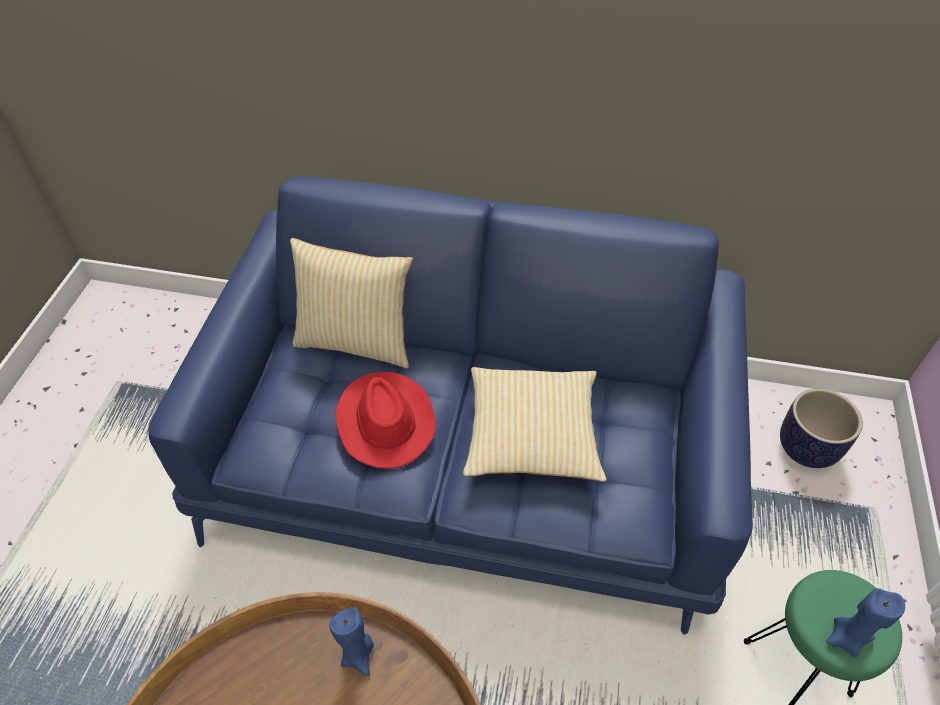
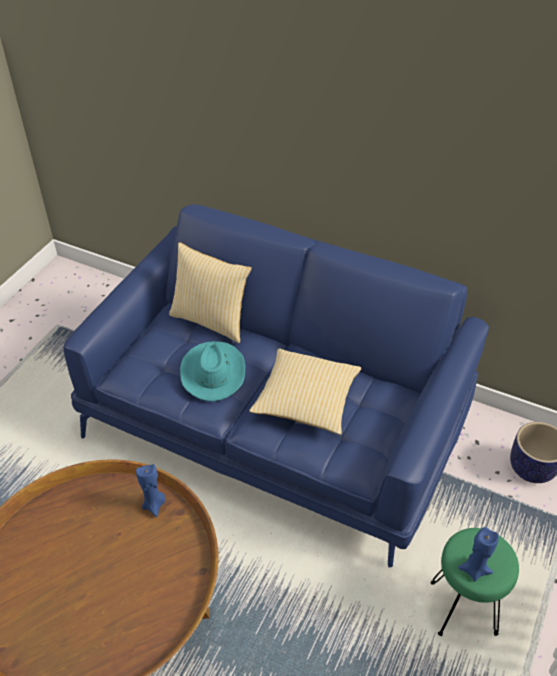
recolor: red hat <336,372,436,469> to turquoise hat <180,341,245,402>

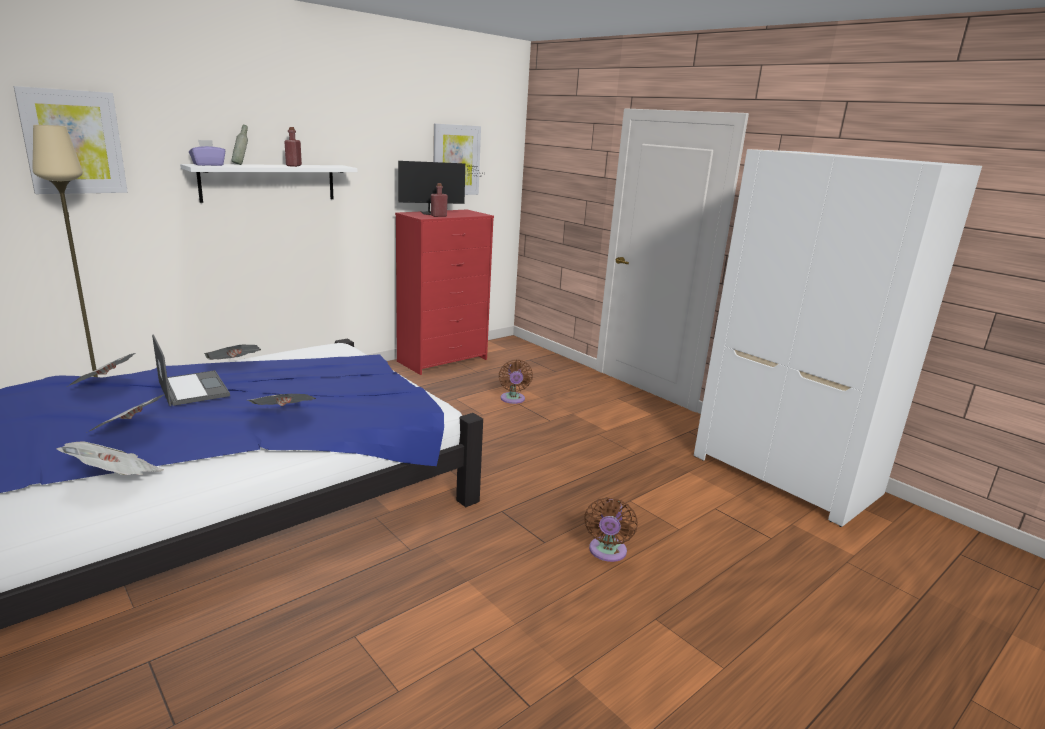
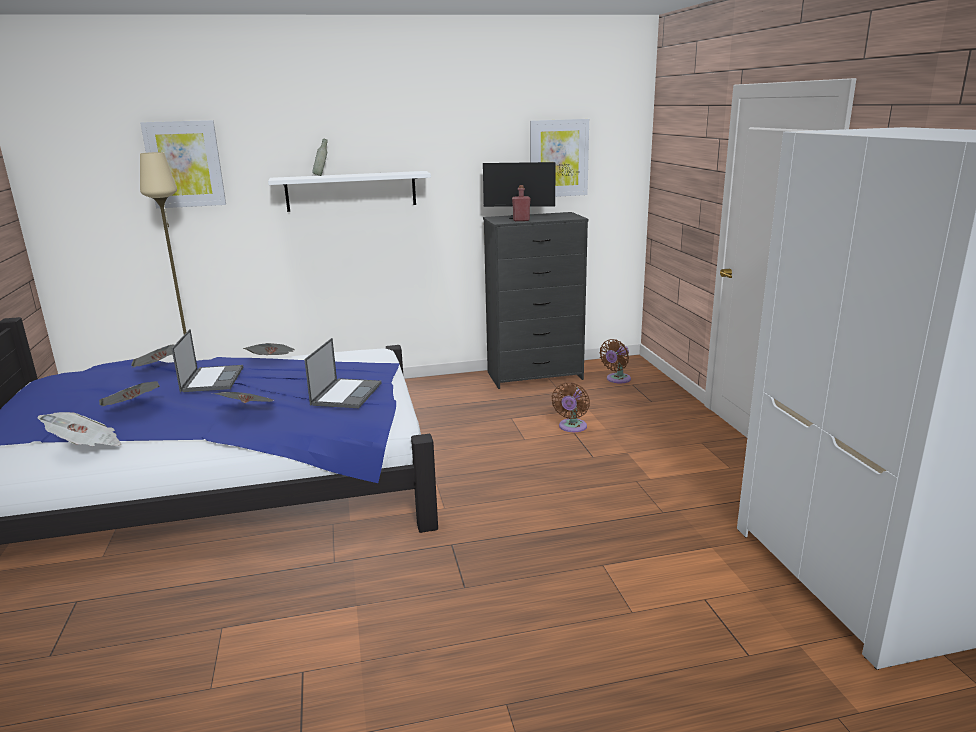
delete: purple tissue box <189,140,225,166>; red bottle <284,127,302,167>
insert: laptop <304,338,381,408>
move: brown fan <585,497,638,562> to <599,339,631,383>
recolor: red dresser <395,210,494,375> to black dresser <483,212,589,389>

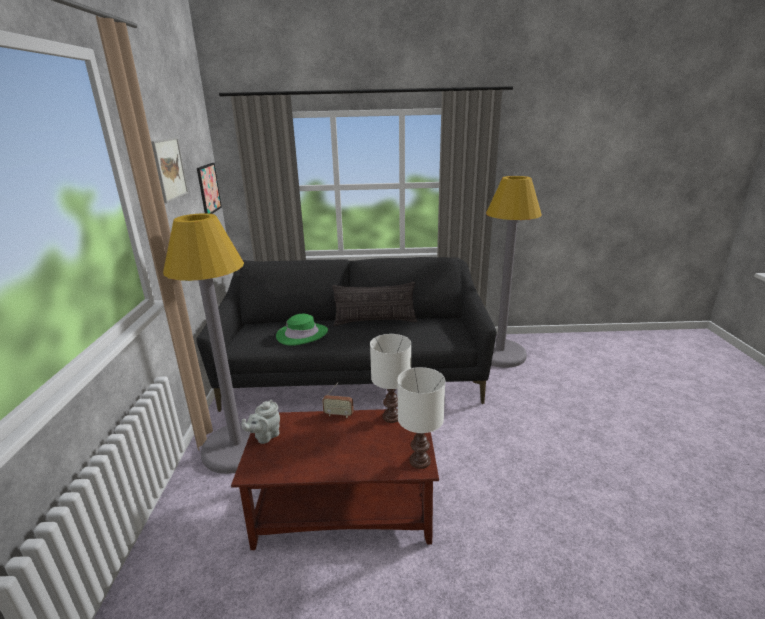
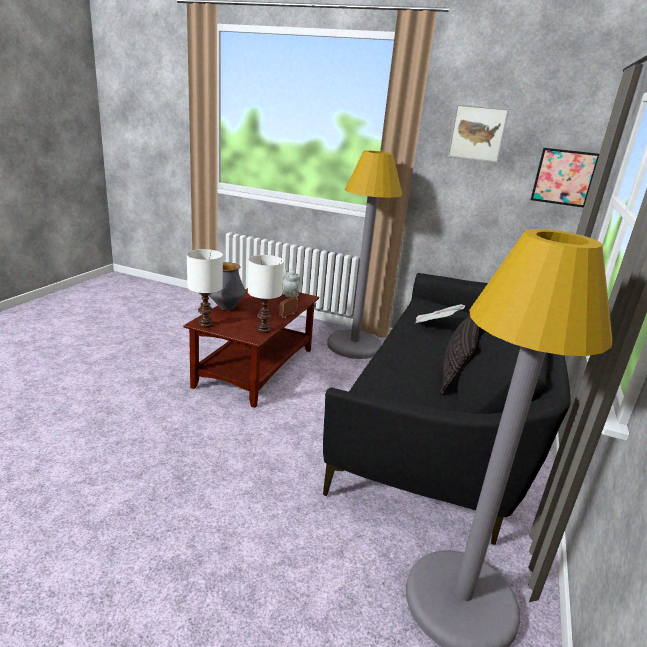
insert: vase <209,262,246,311>
replace: green hat <276,314,328,346> to newspaper <416,304,465,323>

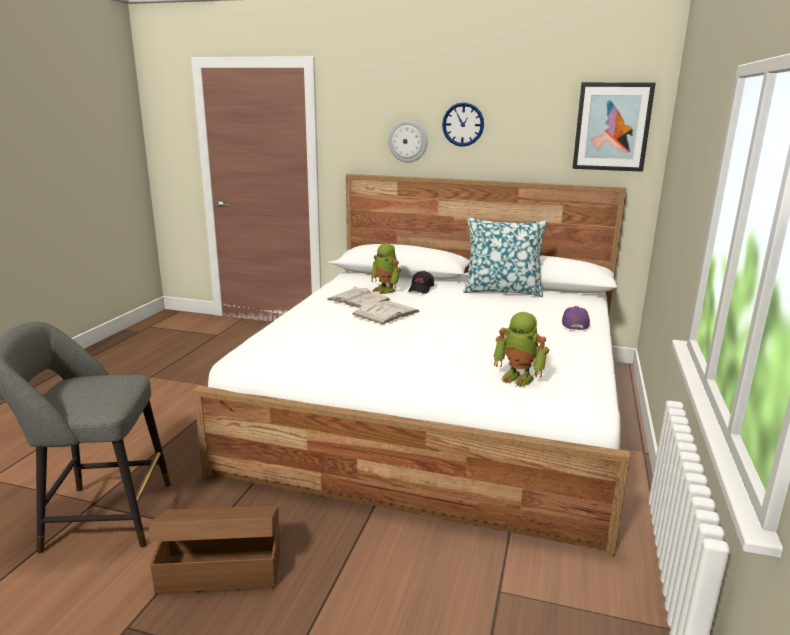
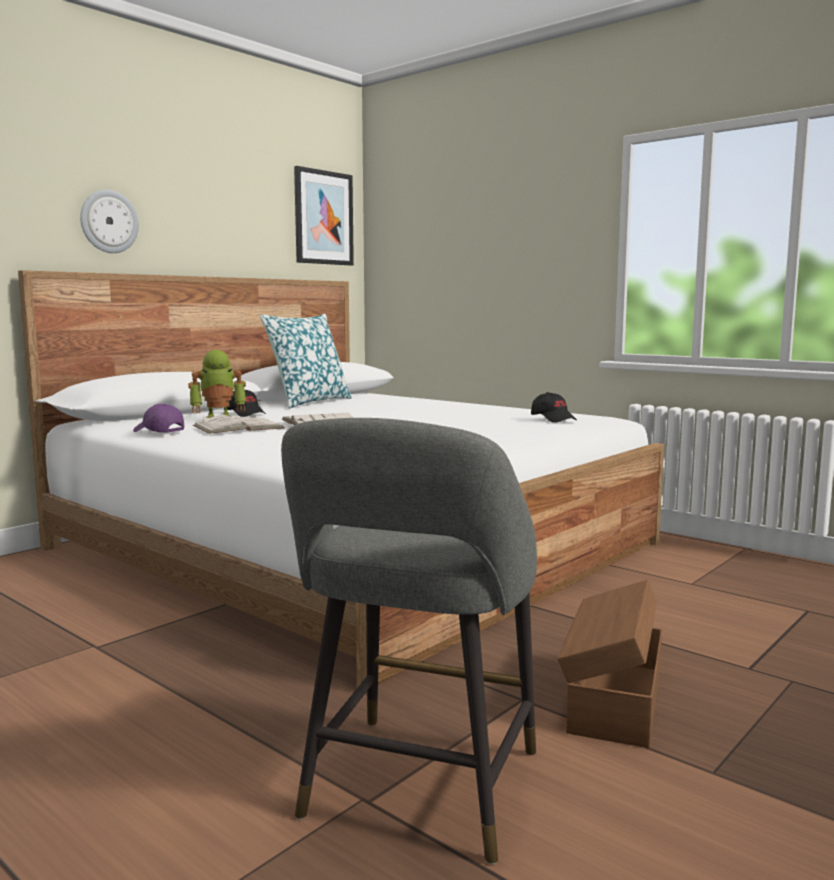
delete: wall clock <442,102,484,147>
move: purple cap <562,306,590,330> to <133,404,184,433>
replace: toy robot <493,312,549,387> to black cap <531,392,577,423>

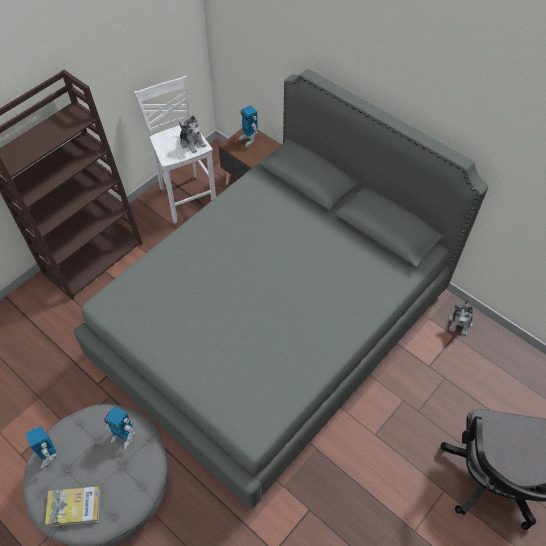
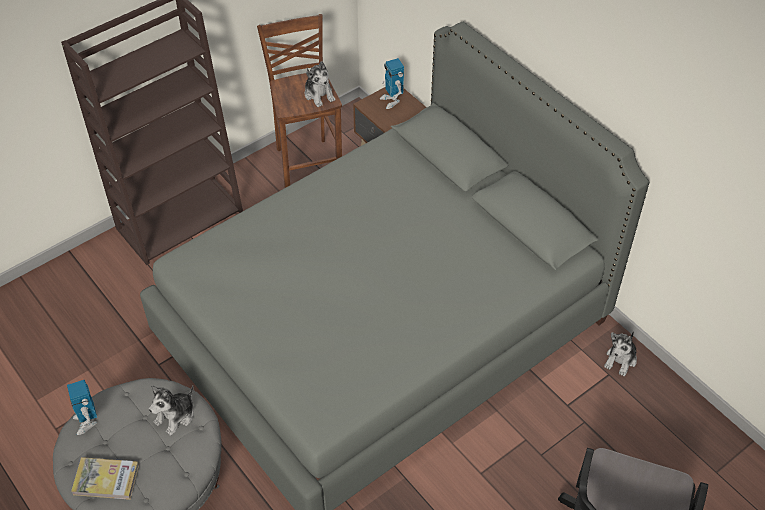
replace: toy robot <103,407,135,451> to plush toy <149,385,194,435>
recolor: white stool <134,76,216,223> to brown stool <257,14,342,188>

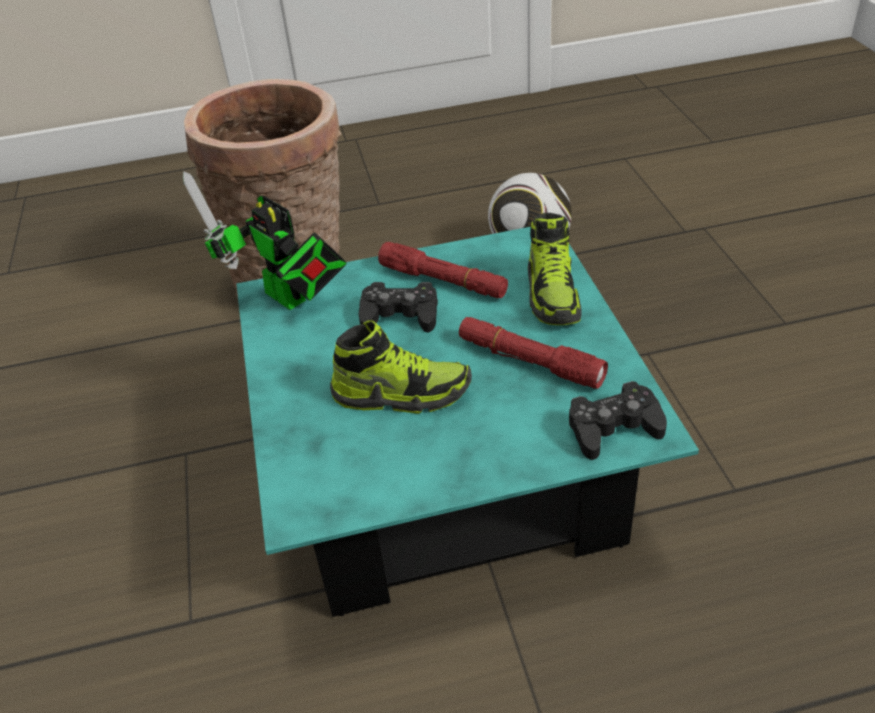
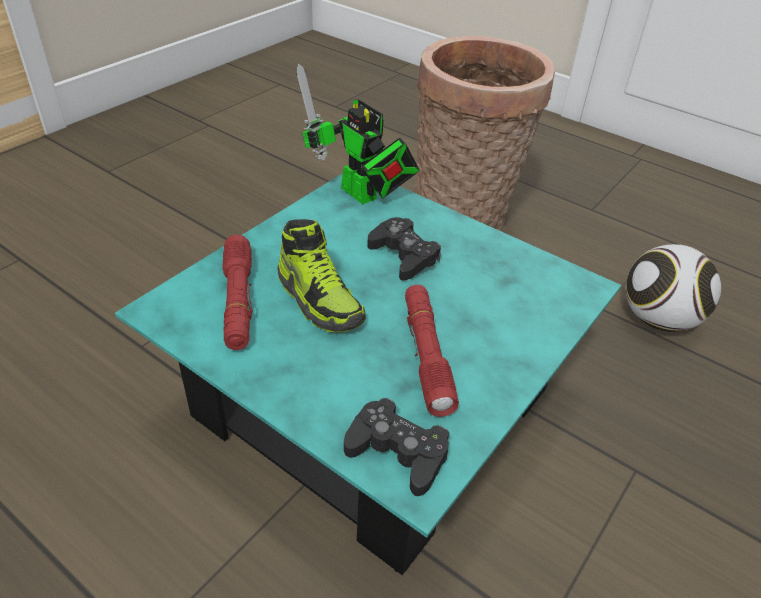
delete: shoe <528,213,582,325>
move: red flashlight <378,242,508,298> to <222,235,253,350>
rotate: toy robot <183,171,346,310> = <296,64,419,204> 45 degrees counterclockwise

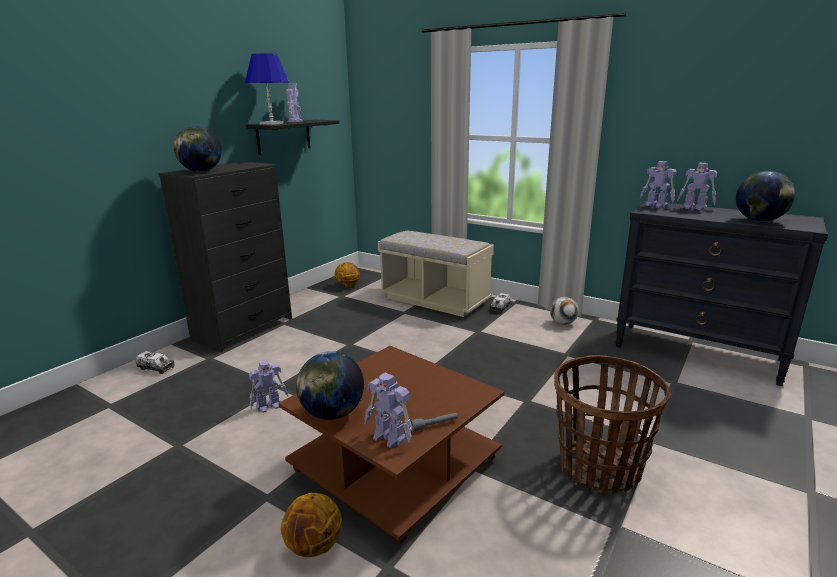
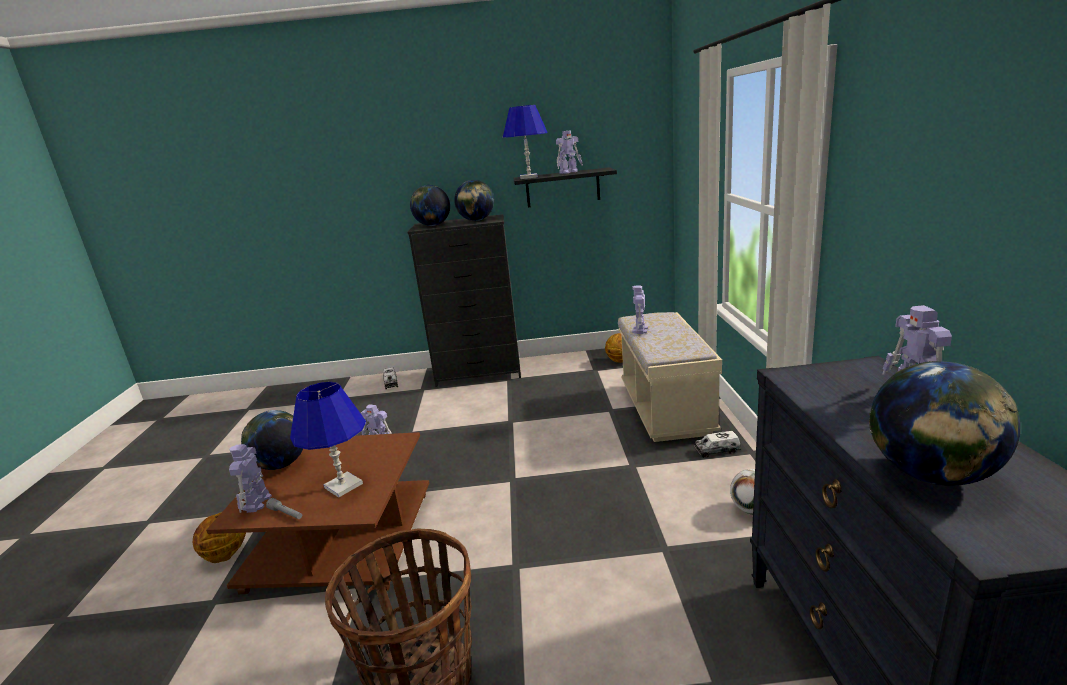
insert: blue table lamp <290,382,366,498>; globe <454,180,494,221>
move: toy robot <640,161,677,208> to <632,285,648,334>

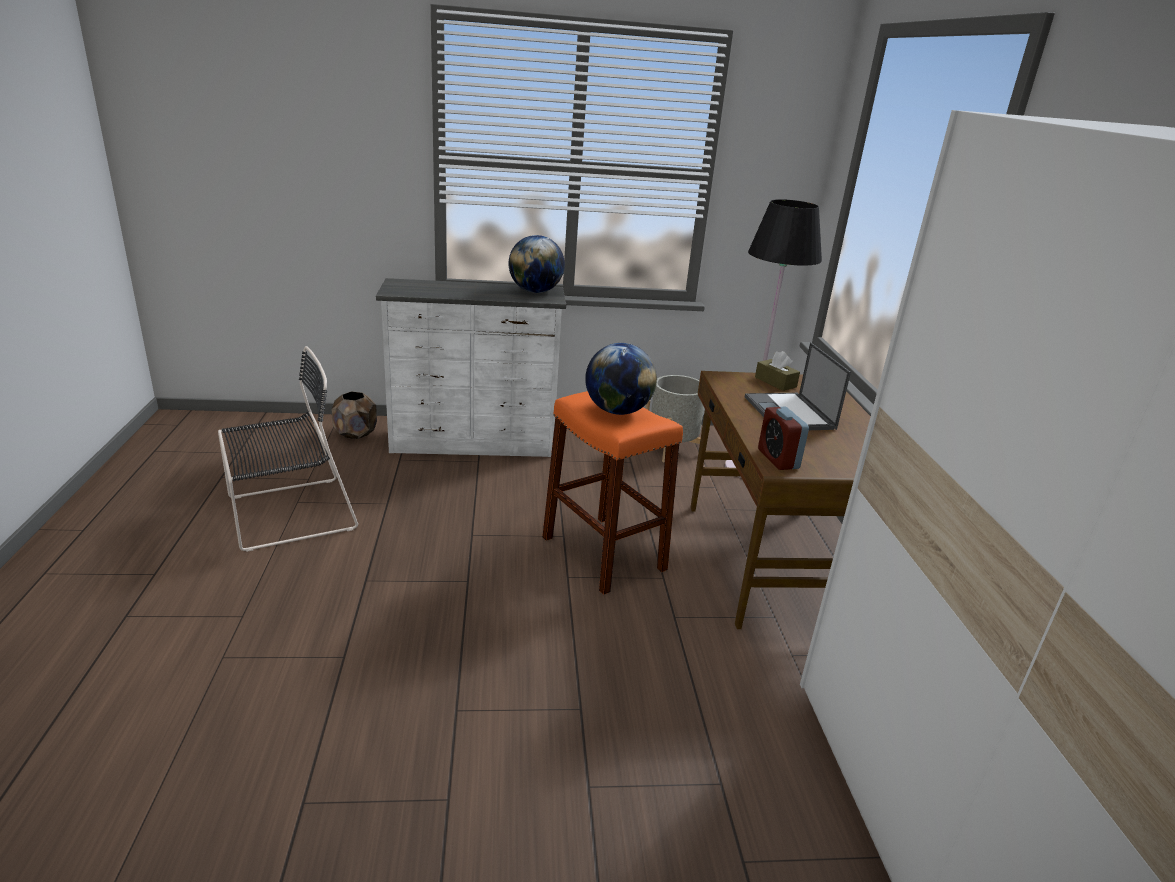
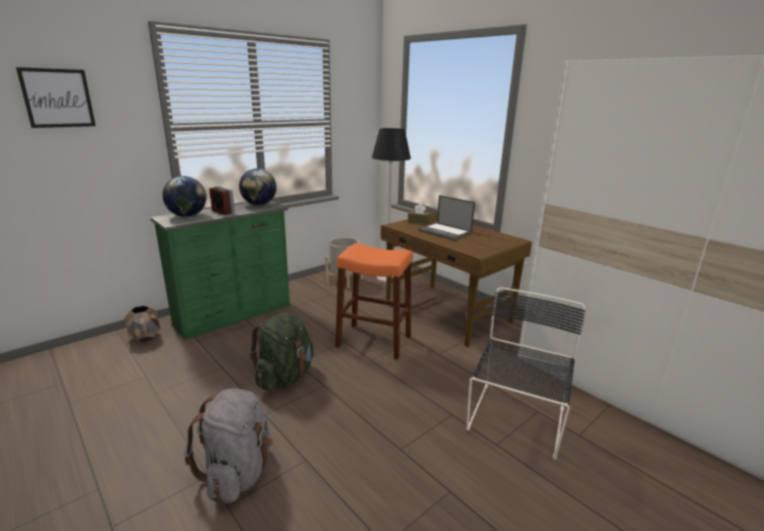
insert: picture <16,67,96,128>; grey backpack <184,388,273,503>; green backpack <249,313,313,391>
move: black chair <218,346,358,552> to <466,287,586,460>; globe <585,343,657,415> to <162,176,206,217>; alarm clock <758,407,809,470> to <209,186,235,215>
recolor: white dresser <376,278,566,457> to green dresser <150,201,290,340>

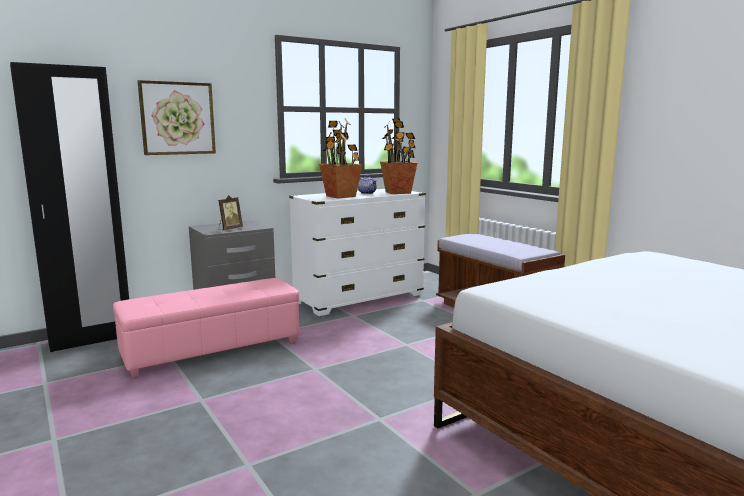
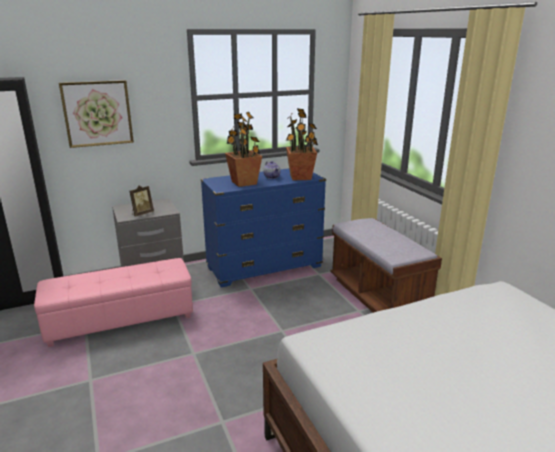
recolor: white dresser <289,189,426,316> to blue dresser <201,168,326,288>

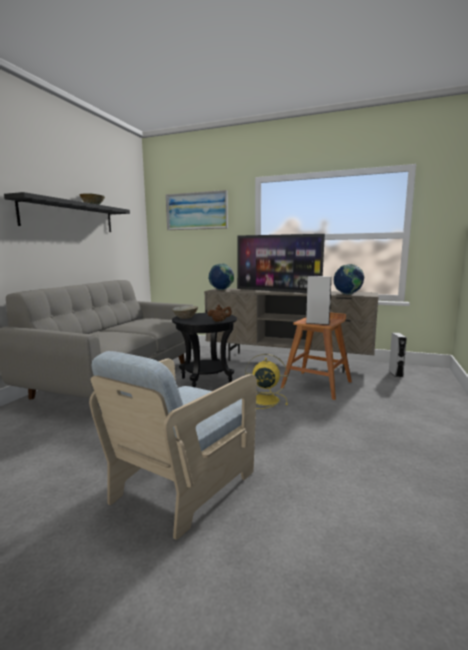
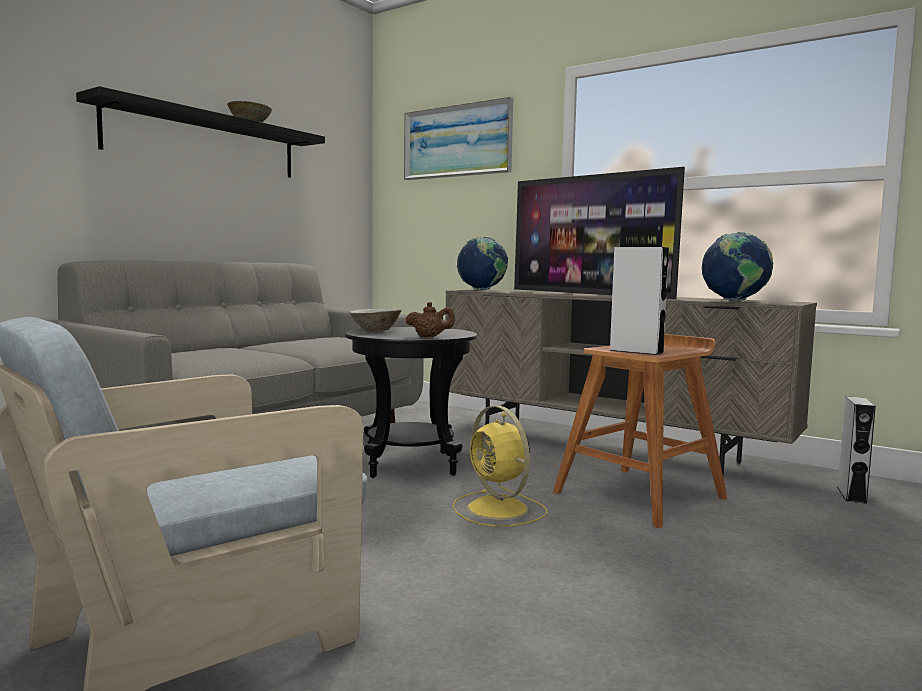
rotate: yellow fan <245,354,288,409> = <452,405,547,527> 150 degrees counterclockwise

